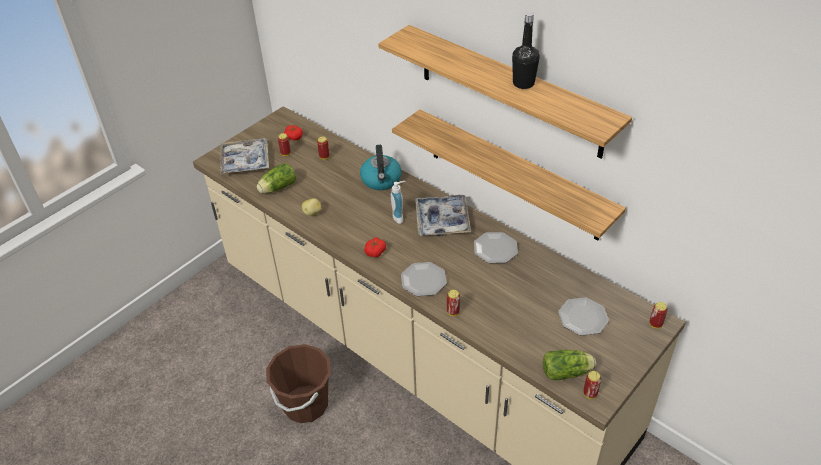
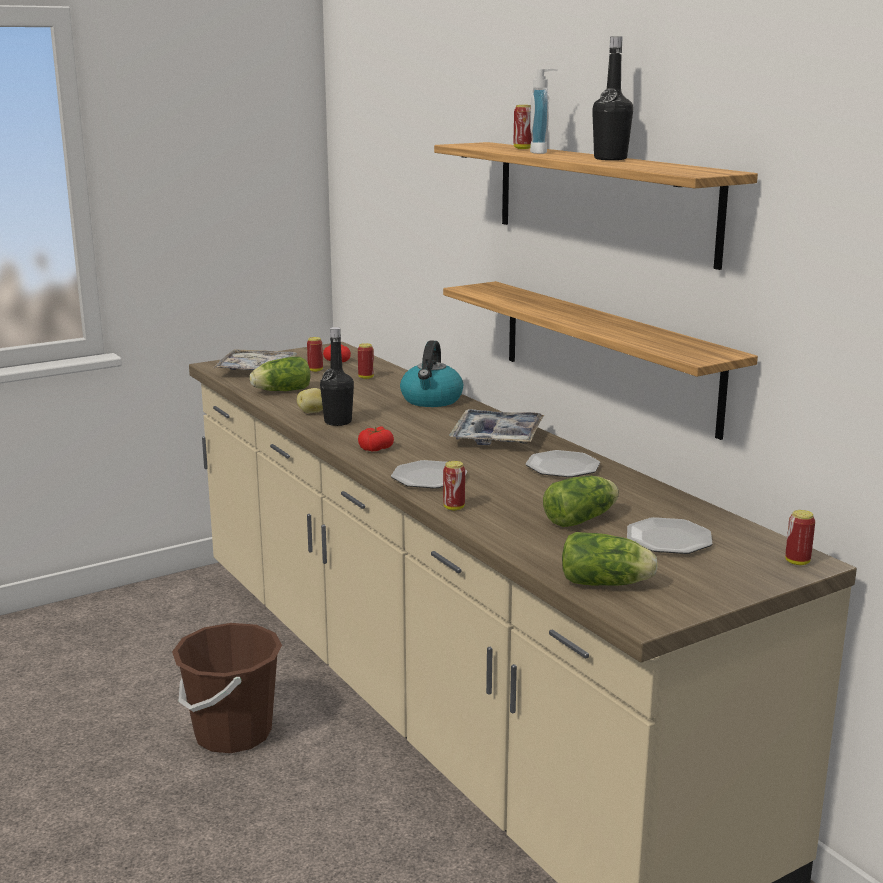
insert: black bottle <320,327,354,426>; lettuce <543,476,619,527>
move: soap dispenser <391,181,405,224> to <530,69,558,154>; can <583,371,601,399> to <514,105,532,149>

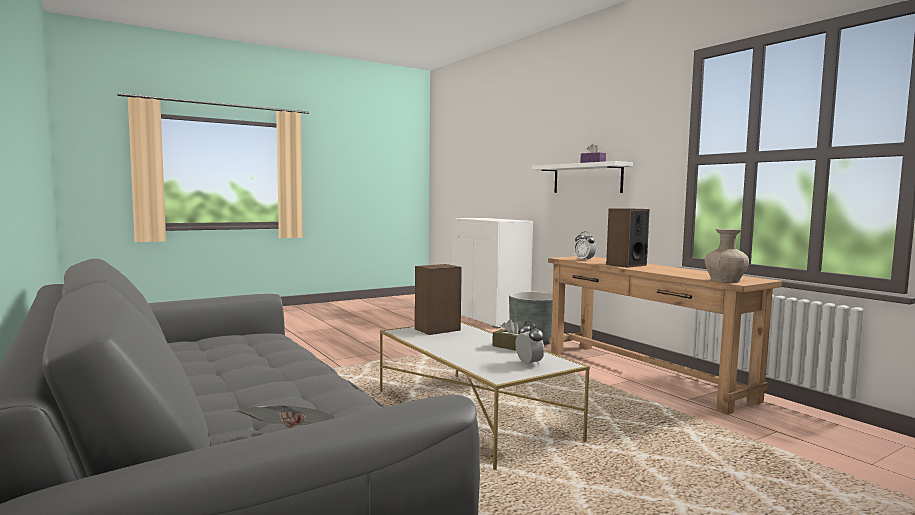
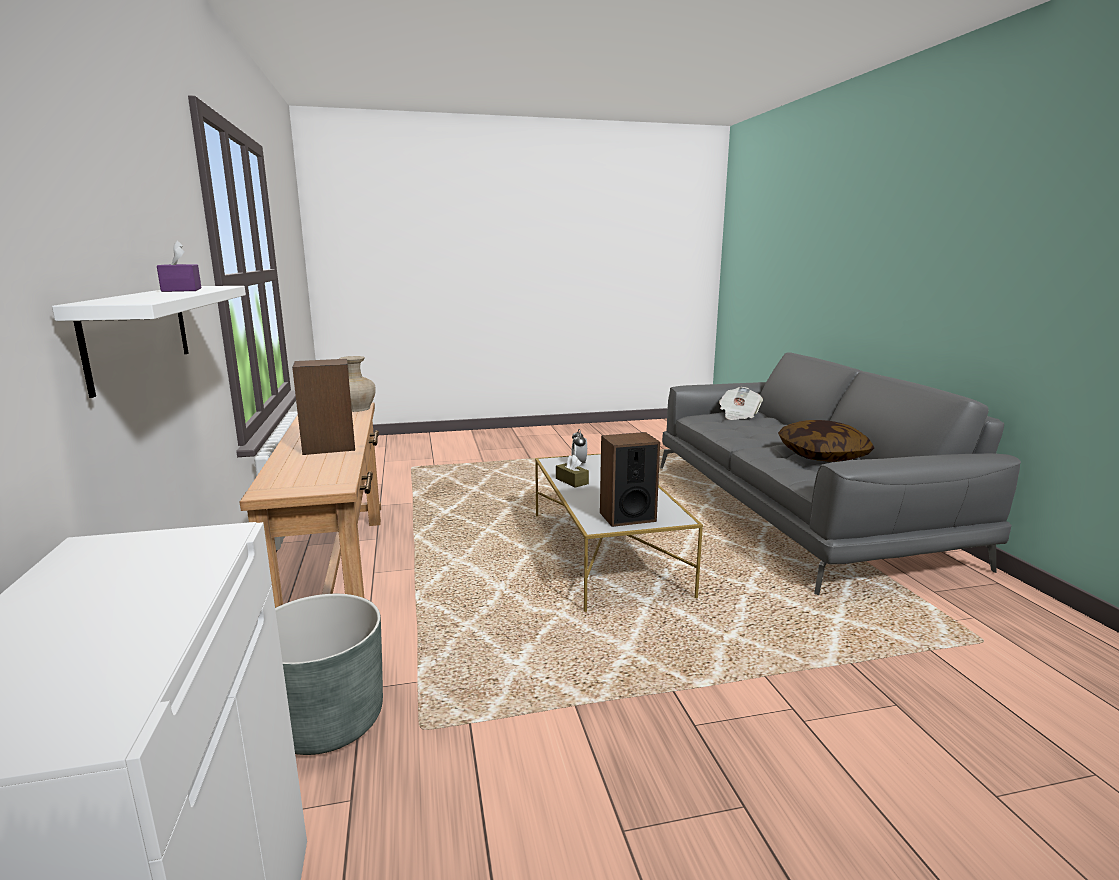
delete: alarm clock <574,232,596,261>
insert: pillow <778,420,874,462>

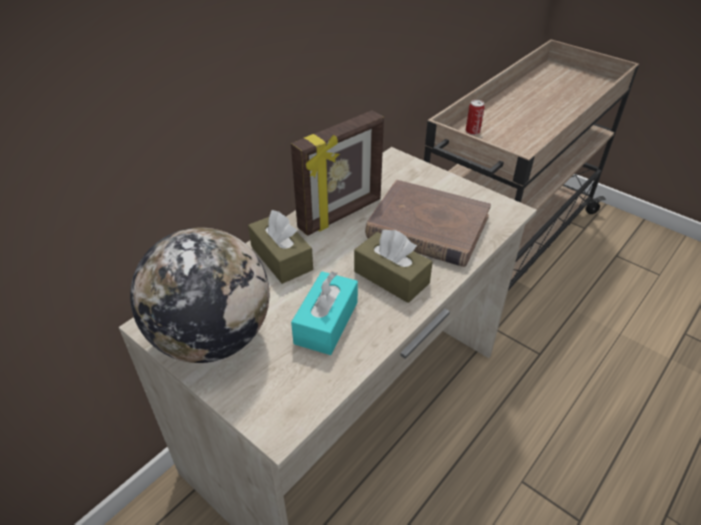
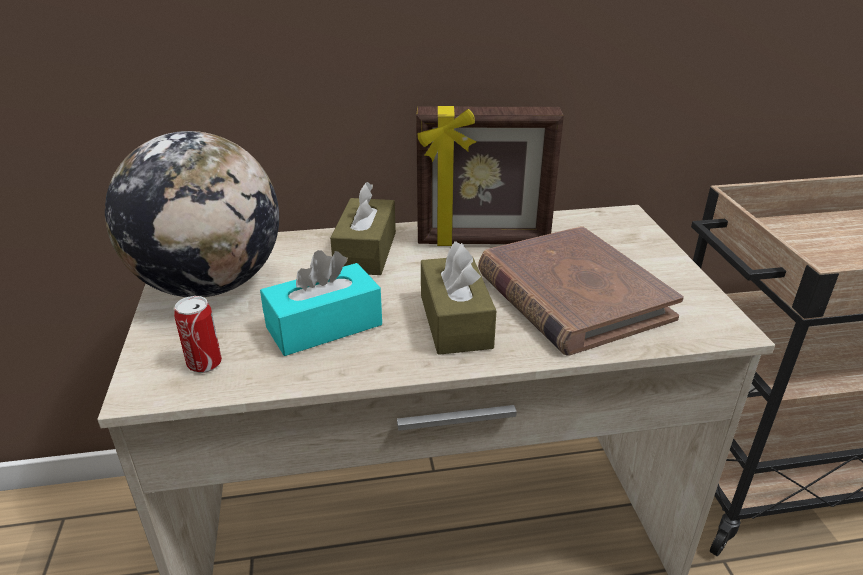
move: can <466,100,485,135> to <174,296,222,373>

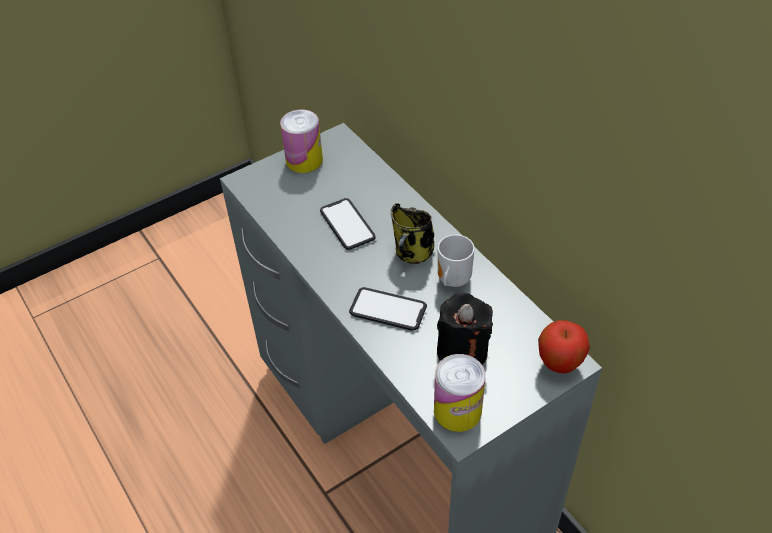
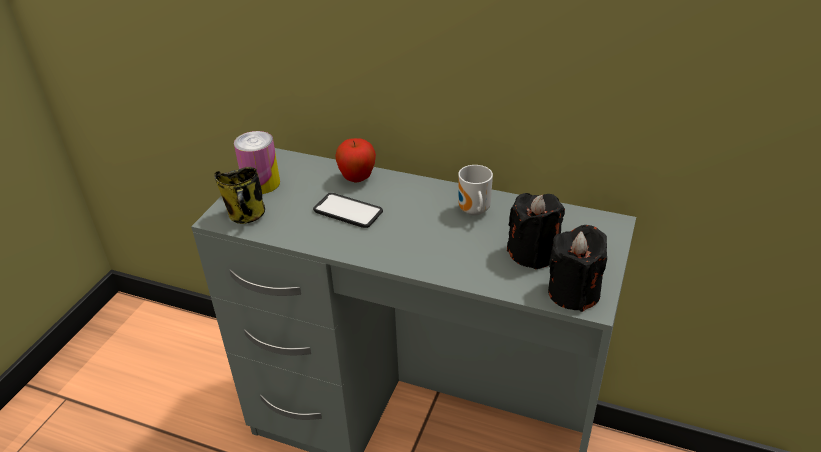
delete: phone <349,287,427,331>
move: mug <391,203,434,264> to <214,167,265,224>; apple <538,320,590,373> to <335,138,376,182>
replace: can <434,354,486,432> to black candle <548,225,607,312>

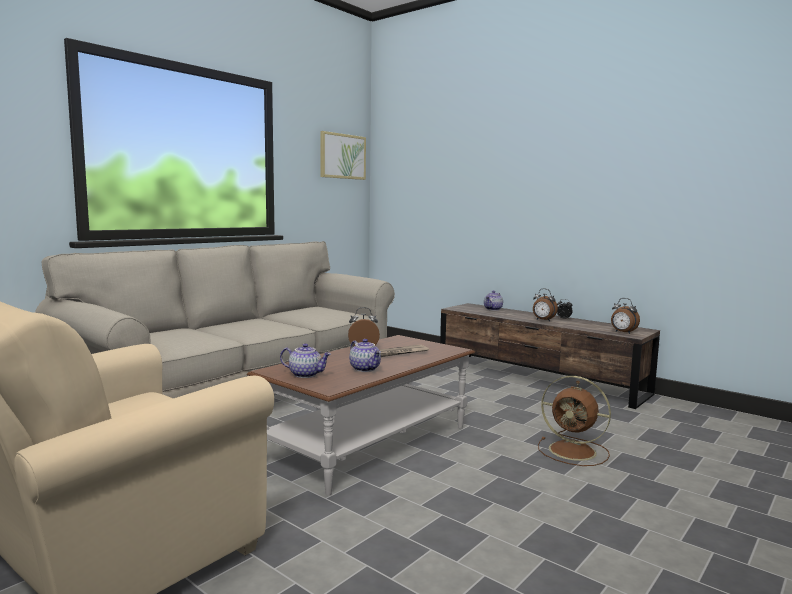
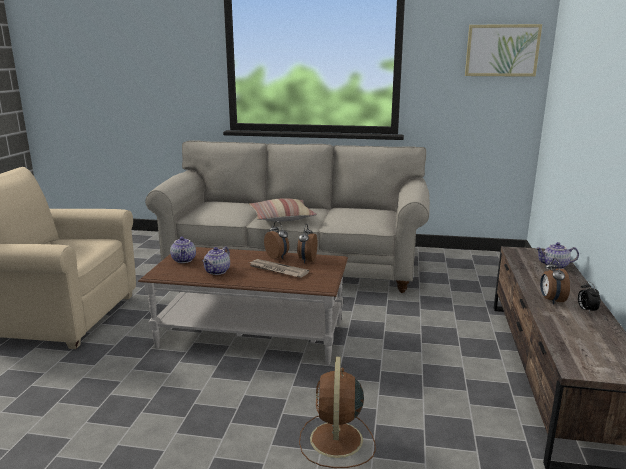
insert: pillow <249,198,317,222>
move: alarm clock <611,298,640,334> to <297,224,317,263>

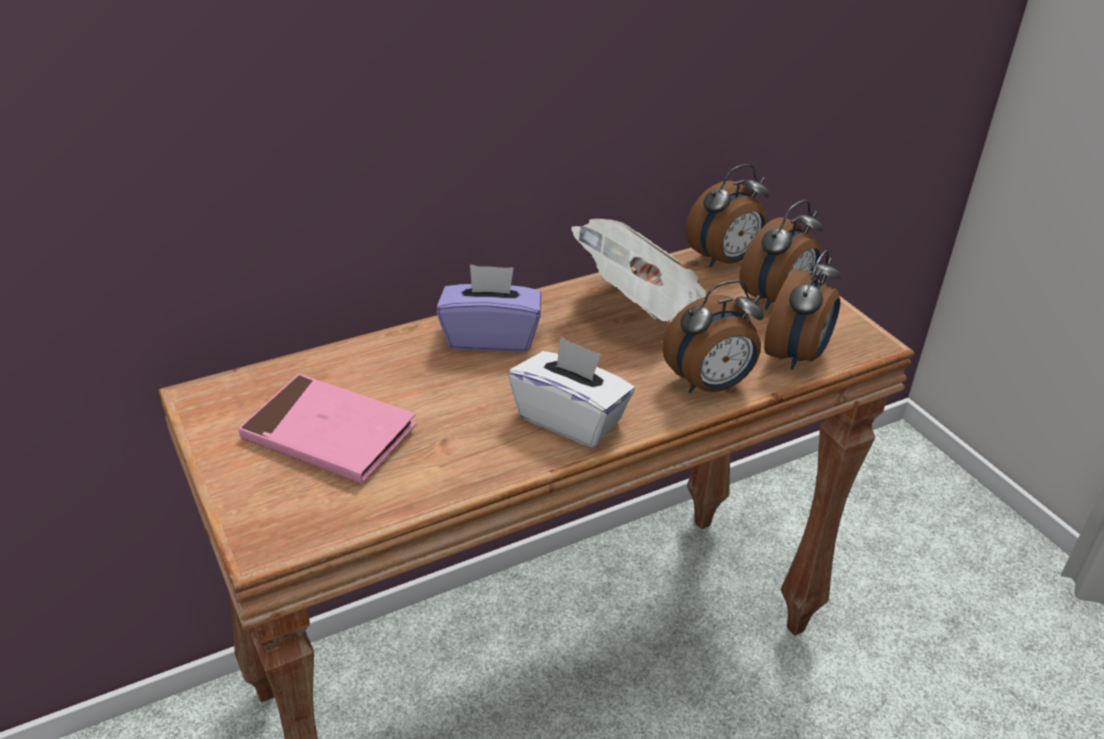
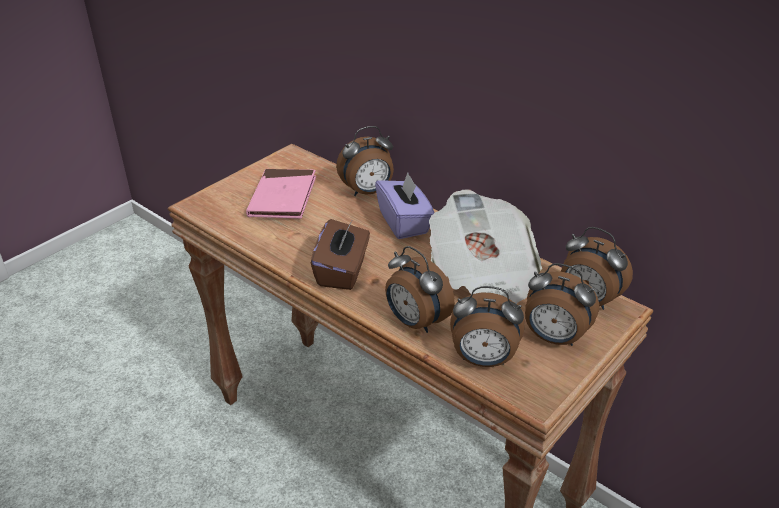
insert: alarm clock <336,126,394,196>
recolor: white tissue box <509,337,635,447> to brown tissue box <311,219,370,290>

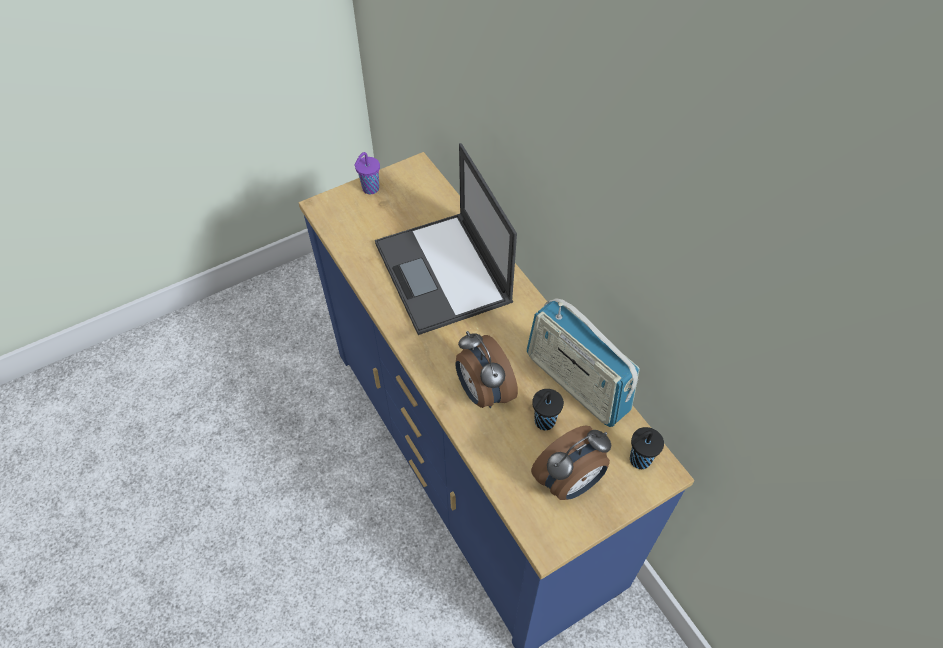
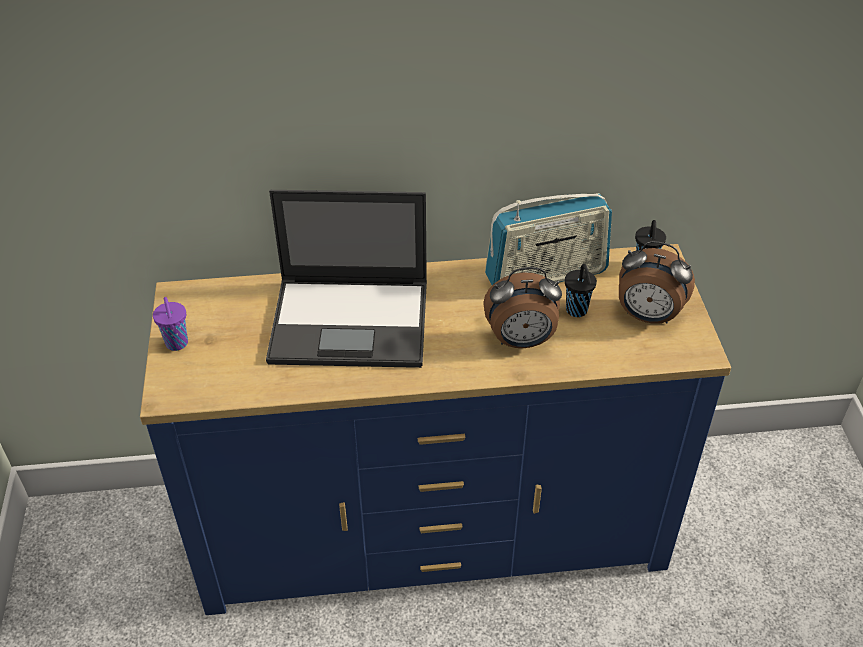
rotate: alarm clock <531,425,611,500> = <619,241,695,324> 120 degrees clockwise

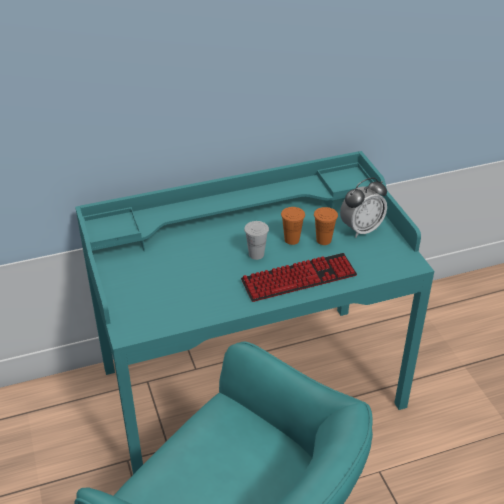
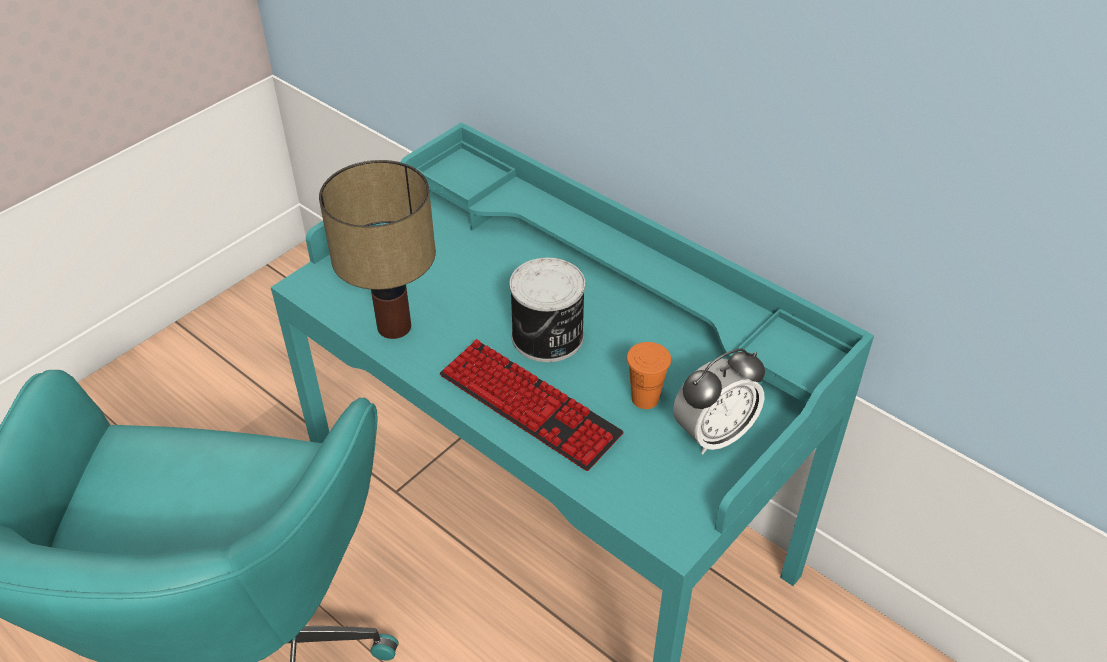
delete: orange cup <281,207,305,245>
insert: table lamp <319,160,436,339>
replace: white cup <244,221,269,260> to can <510,258,585,362>
rotate: alarm clock <340,178,387,238> = <673,348,765,455> 60 degrees counterclockwise

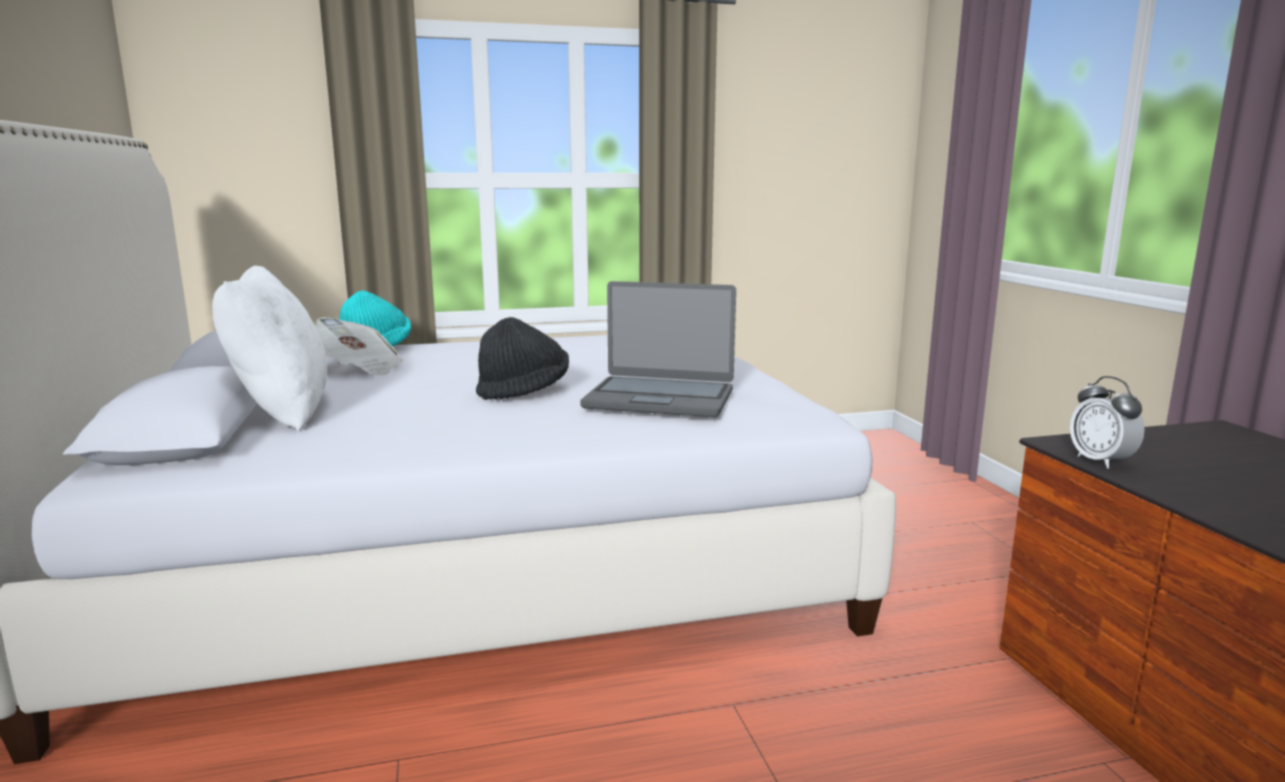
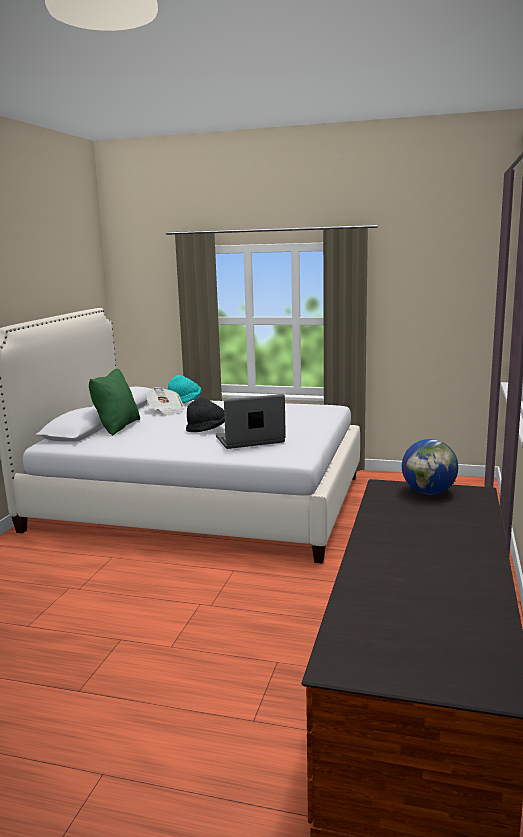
delete: alarm clock <1070,376,1145,469>
insert: globe <402,439,458,494>
recolor: white pillow <212,266,327,431> to green pillow <89,369,140,436>
rotate: laptop <580,281,736,417> = <216,394,286,449> 120 degrees clockwise

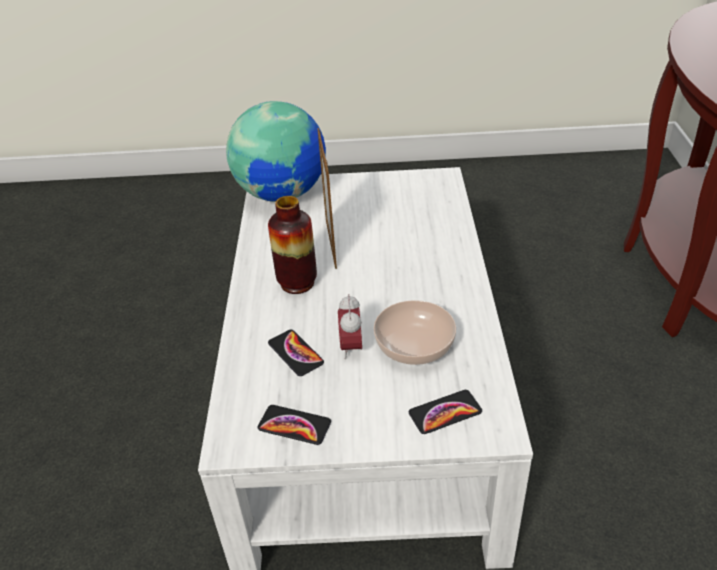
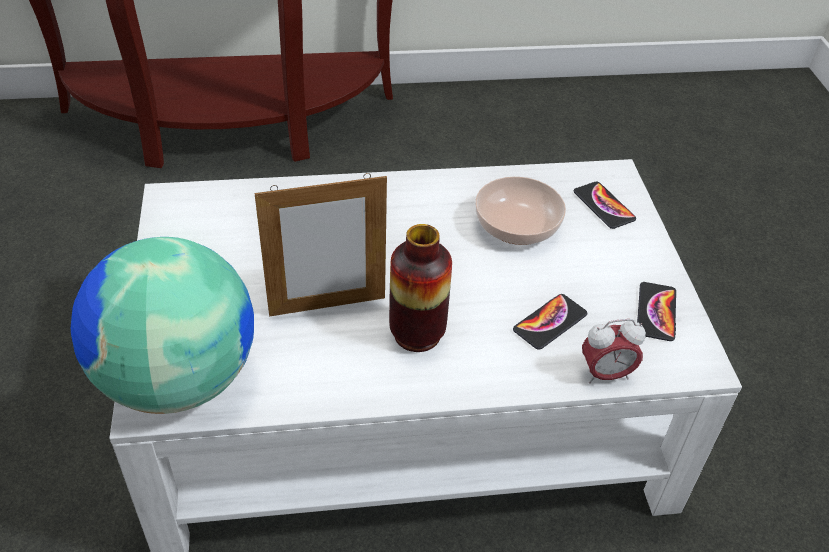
move: alarm clock <338,294,362,359> to <582,319,646,384>

